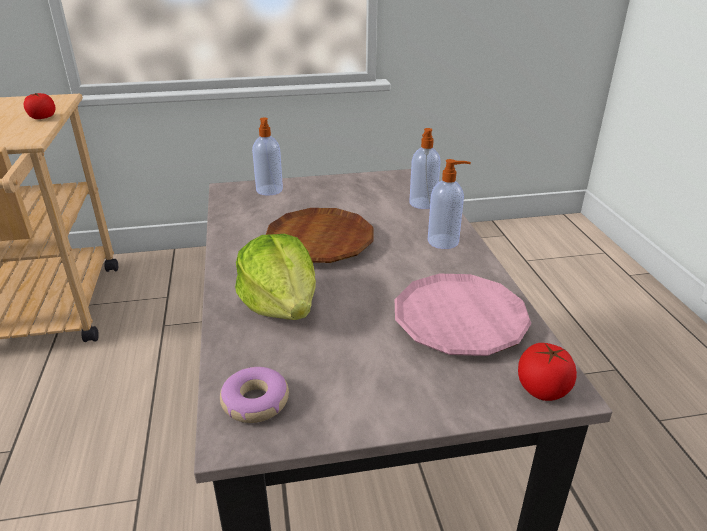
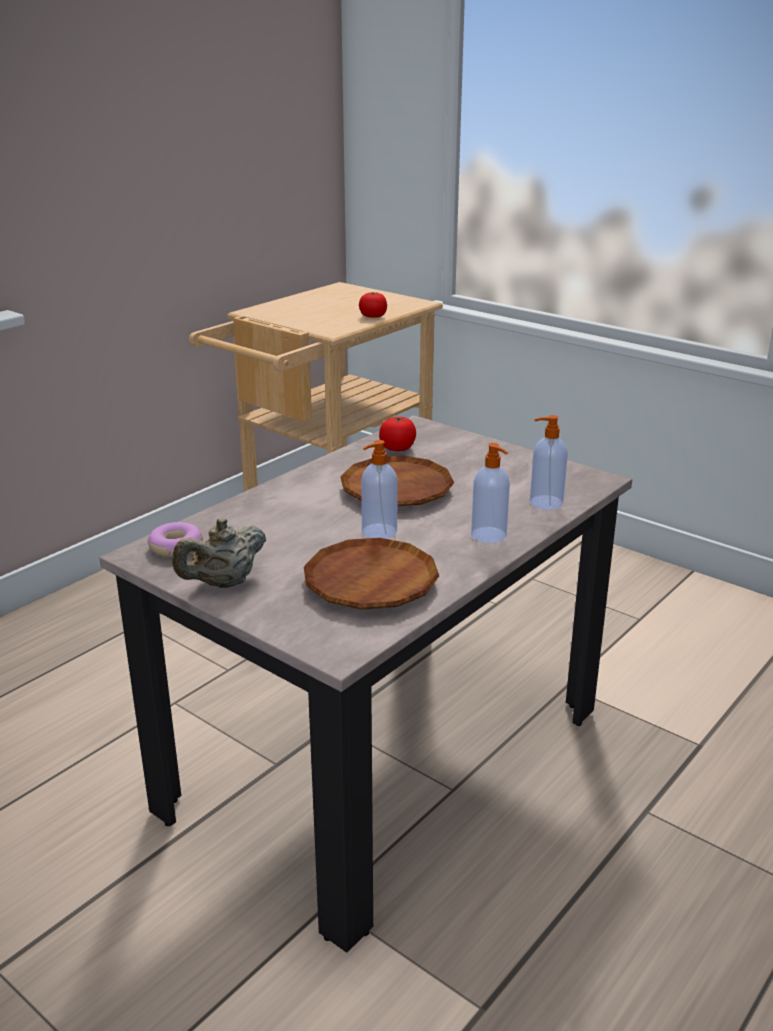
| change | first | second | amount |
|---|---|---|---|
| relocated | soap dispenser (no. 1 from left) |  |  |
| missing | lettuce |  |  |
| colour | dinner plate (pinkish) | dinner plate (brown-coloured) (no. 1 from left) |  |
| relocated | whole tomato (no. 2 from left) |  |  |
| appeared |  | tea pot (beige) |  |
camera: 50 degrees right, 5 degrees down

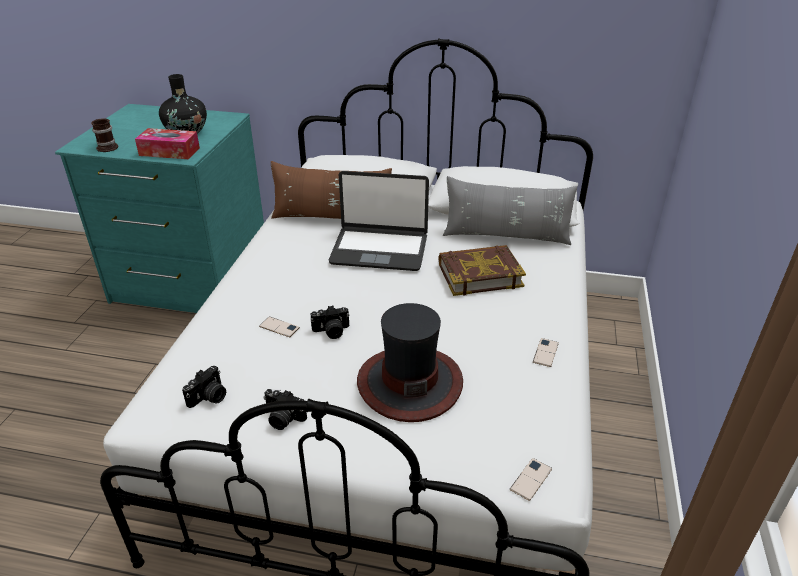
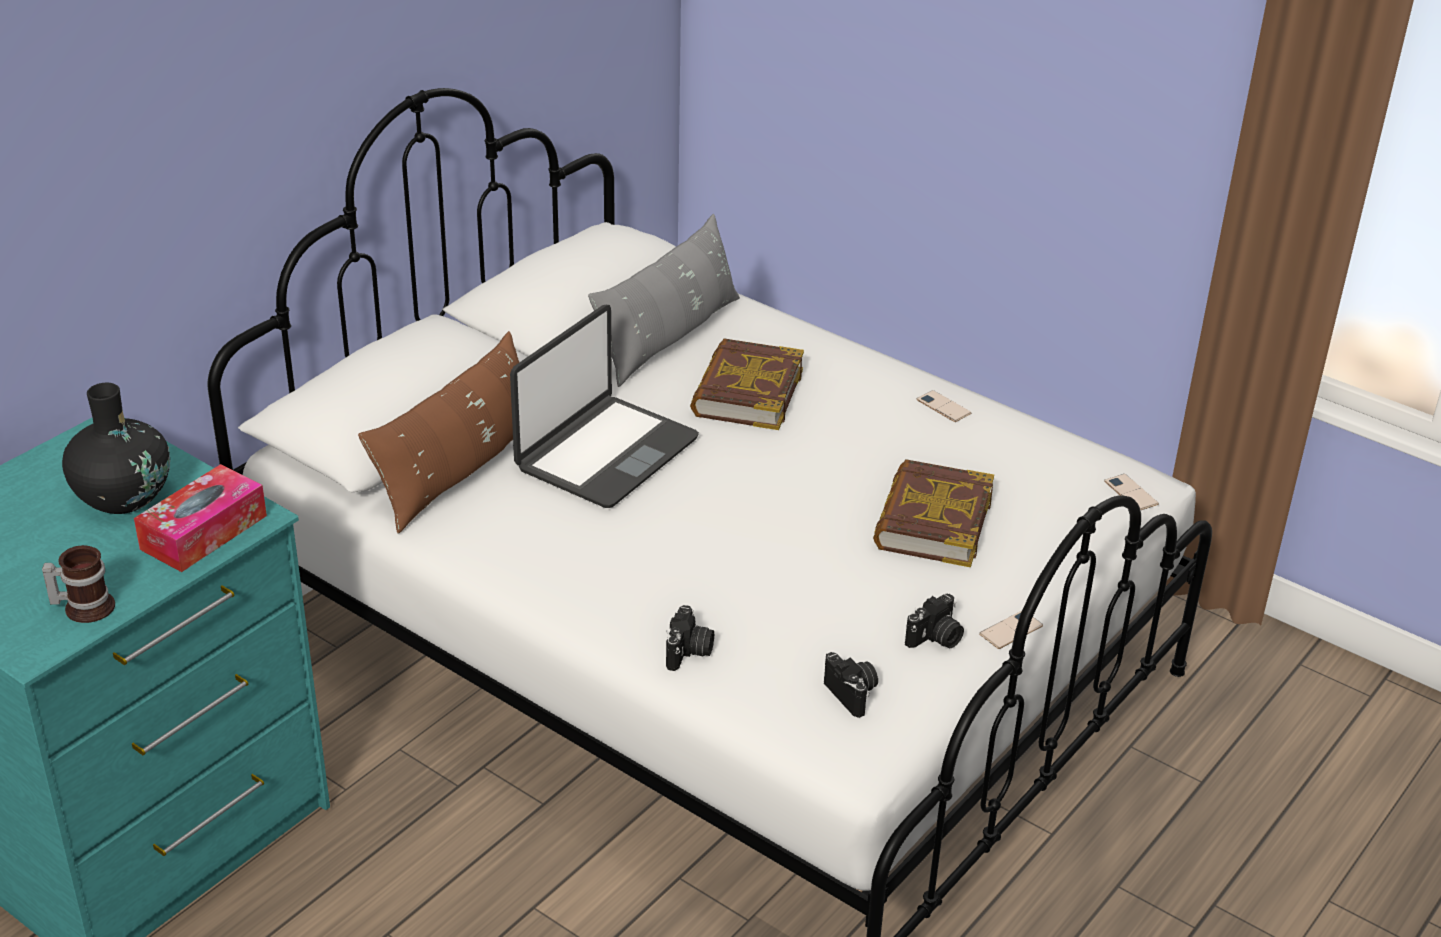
| change | first | second | amount |
|---|---|---|---|
| exchanged | wearable hat | bound book (no. 2 from left) |  |
| relocated | photo camera (no. 3 from left in the first image) | photo camera (no. 1 from left) |  |
| relocated | handset (no. 1 from left in the first image) | handset (no. 2 from left) |  |
camera: 65 degrees left, 0 degrees up

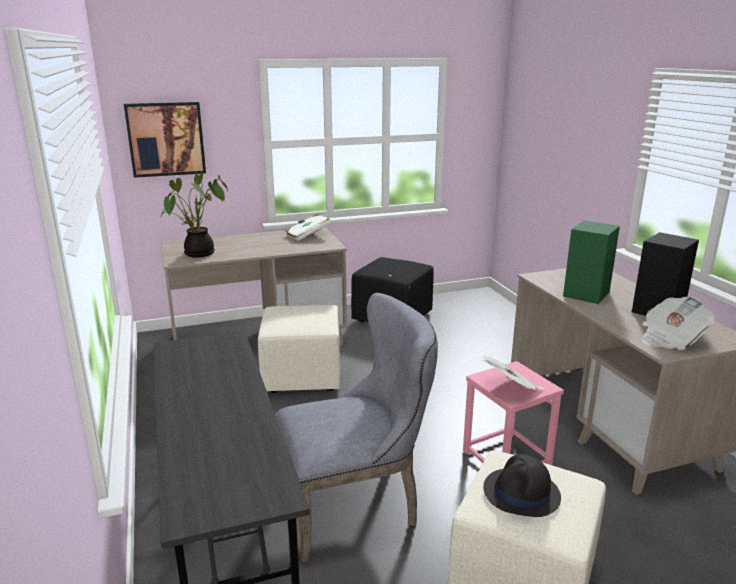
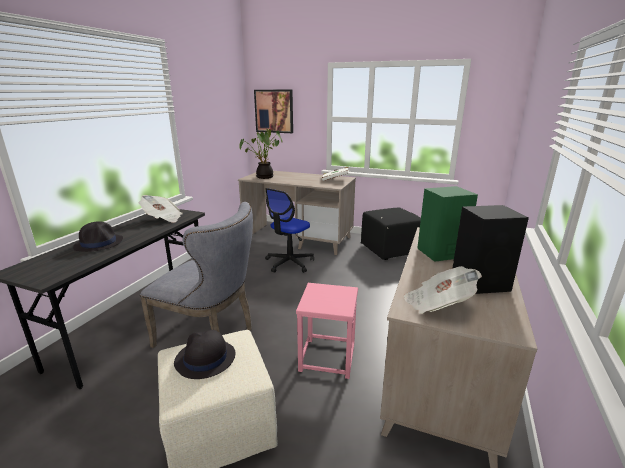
| change | first | second | amount |
|---|---|---|---|
| exchanged | pouffe (beige) (no. 1 from left) | office chair |  |
| relocated | printed paper (no. 1 from left) |  |  |
| appeared |  | wearable hat (blackish) (no. 1 from left) |  |
camera: 40 degrees right, 0 degrees up

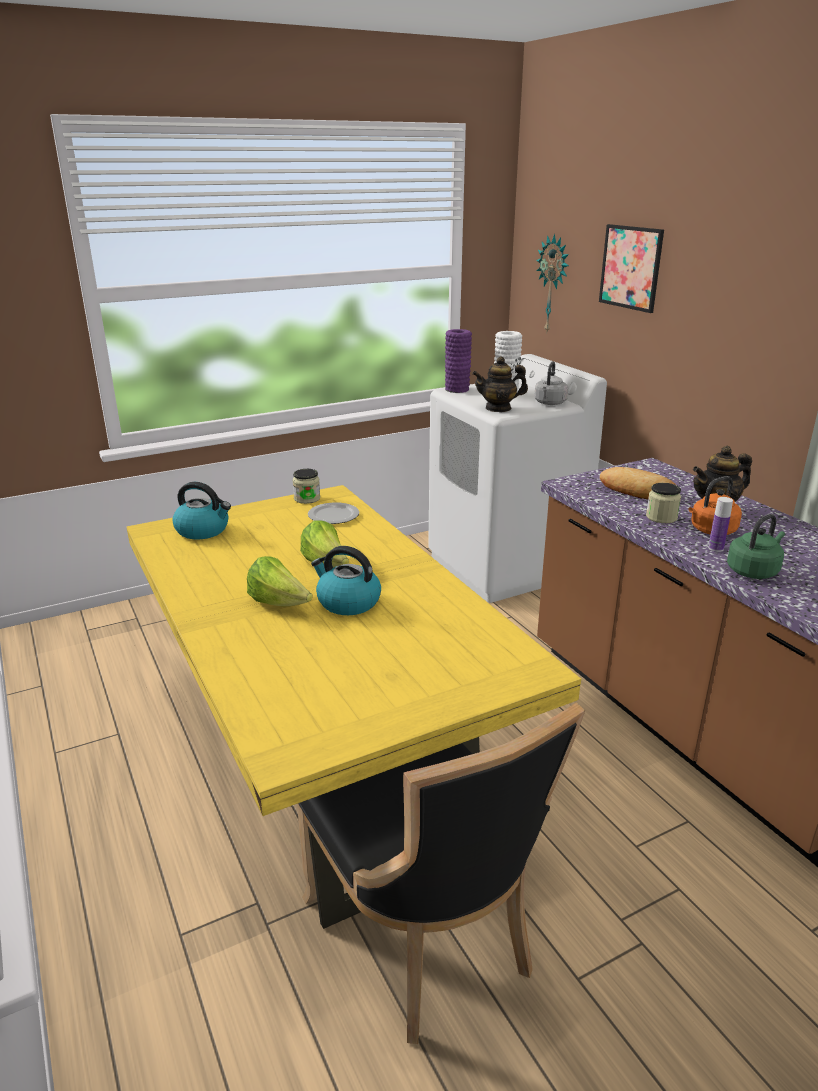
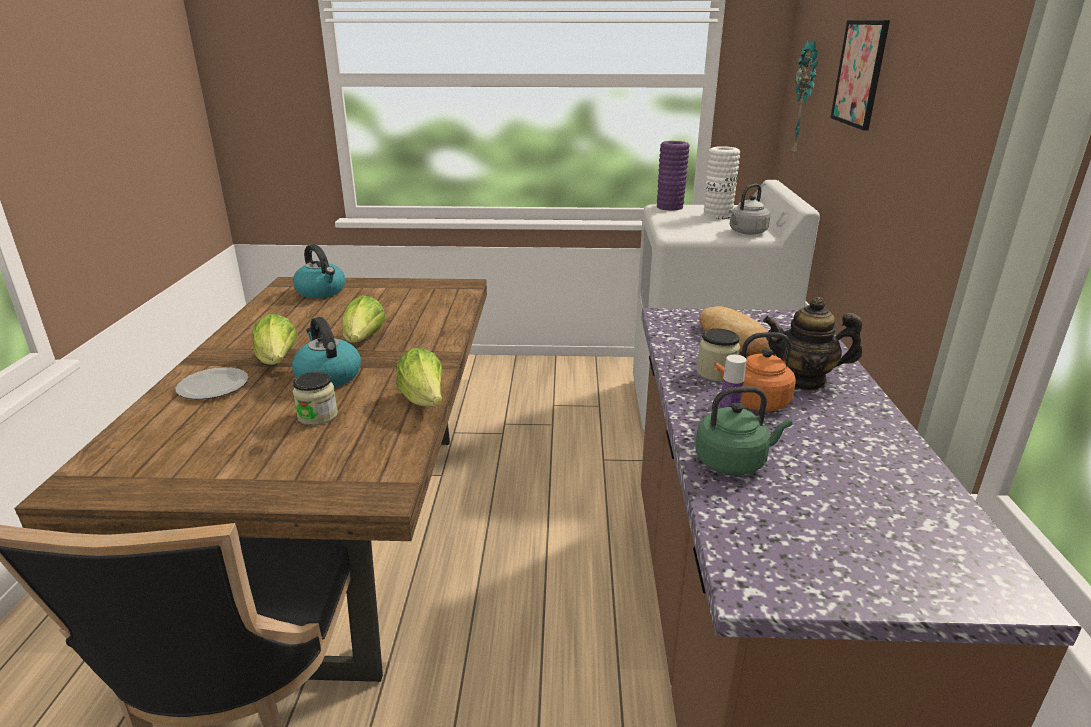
| change | first | second | amount |
|---|---|---|---|
| missing | tea pot (no. 1 from left) |  |  |
| relocated | jar (no. 1 from left) |  |  |
| colour | dining table (yellow) | dining table (brown-coloured) |  |
| relocated | dinner plate |  |  |
| appeared |  | lettuce (no. 3 from left) |  |
camera: 30 degrees right, 0 degrees up

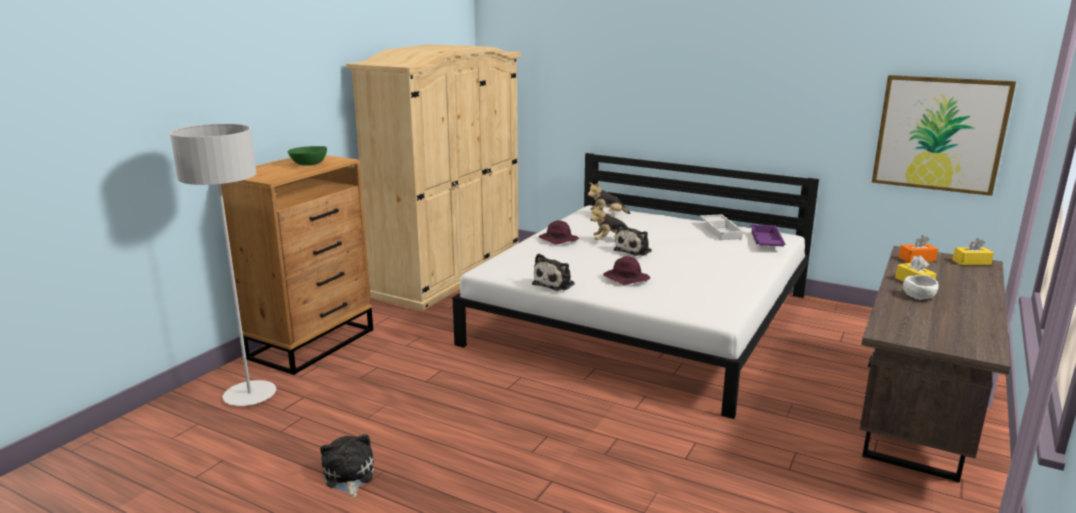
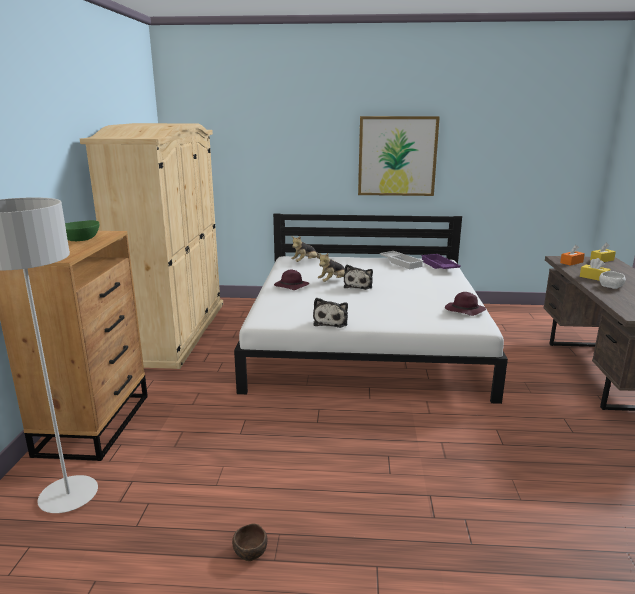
| change | first | second | amount |
|---|---|---|---|
| relocated | wall picture |  |  |
| relocated | wearable hat (purple-coloured) (no. 2 from left) |  |  |
| exchanged | cuddly toy (no. 1 from left) | bowl (brown-coloured) |  |
camera: 25 degrees left, 0 degrees up

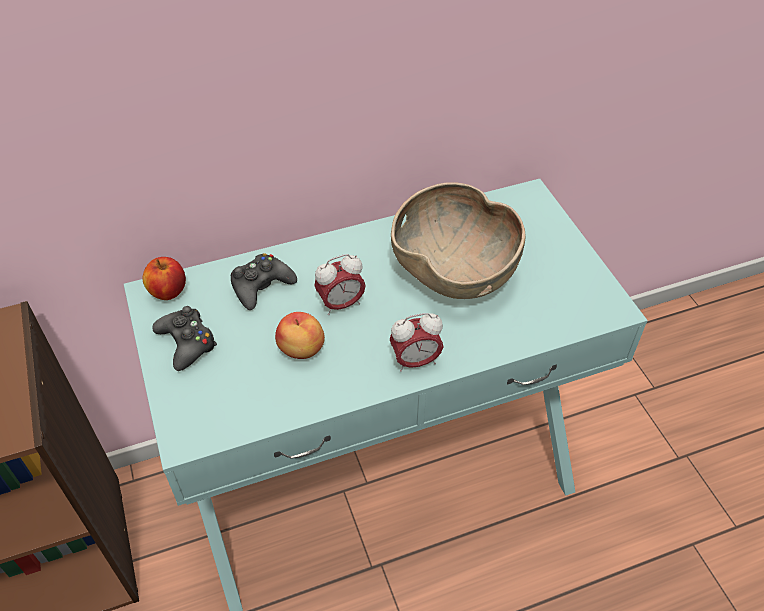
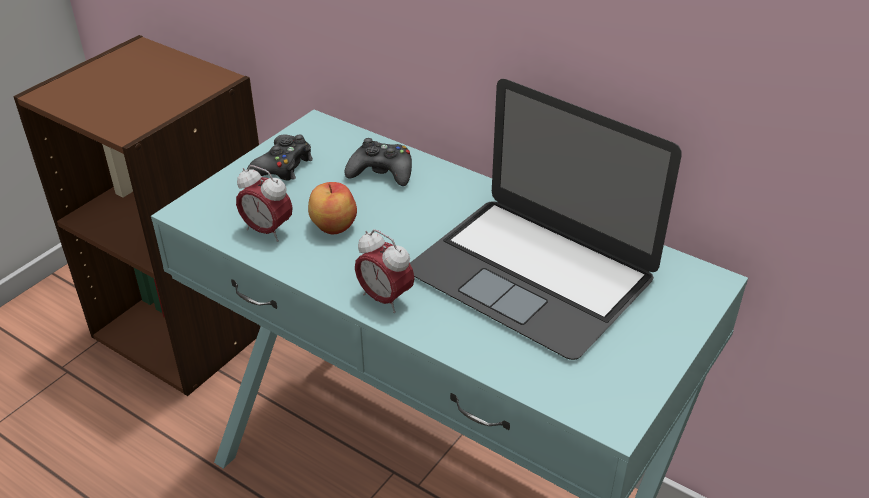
| change | first | second | amount |
|---|---|---|---|
| exchanged | bowl (brown-coloured) | notebook computer |  |
| relocated | bedside clock (no. 1 from left) |  |  |
| missing | whole apple (no. 1 from left) |  |  |
camera: 55 degrees right, 10 degrees down

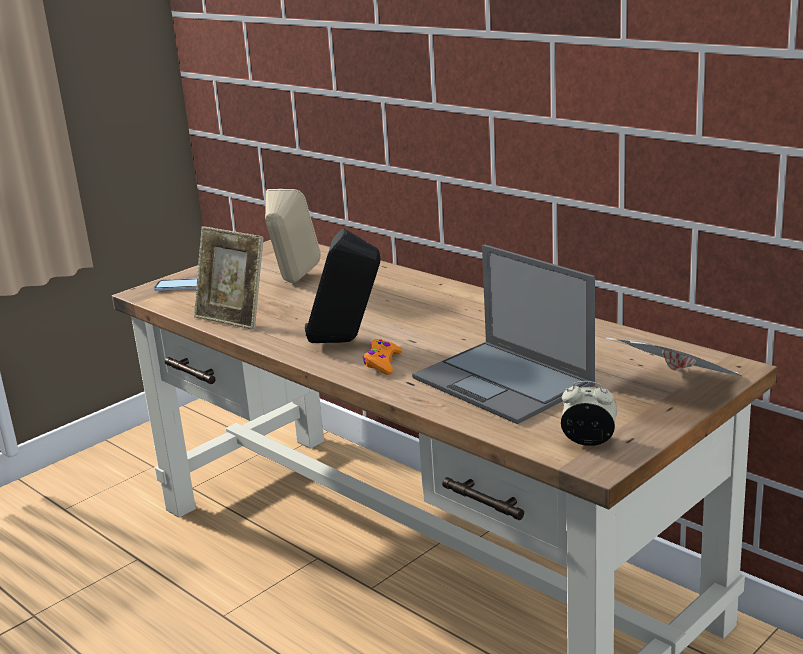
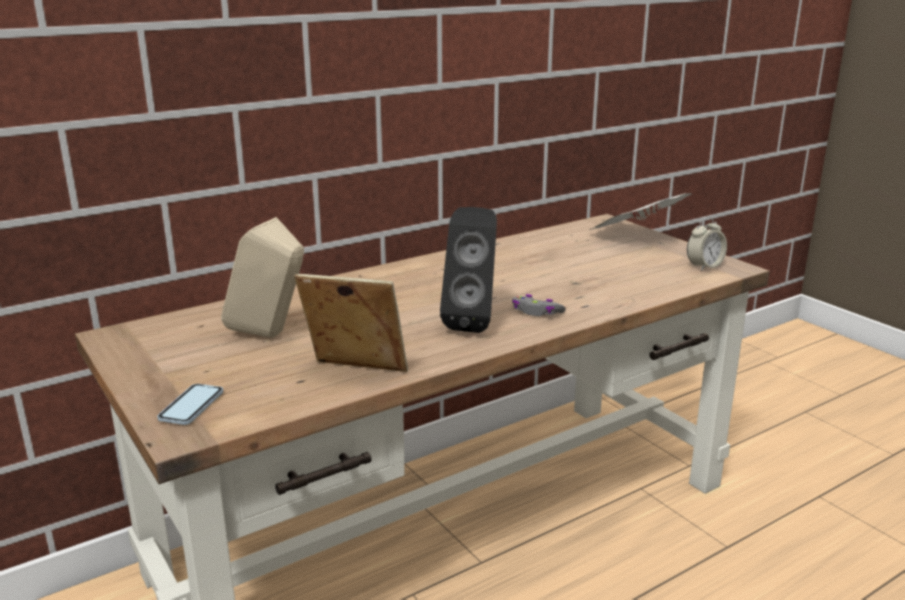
| change | first | second | amount |
|---|---|---|---|
| spun | picture frame |  | 120 degrees counterclockwise |
| missing | notebook computer |  |  |
| colour | game controller (orangey) | game controller (grey) |  |
| spun | bedside clock |  | 150 degrees counterclockwise |
camera: 80 degrees left, 0 degrees up

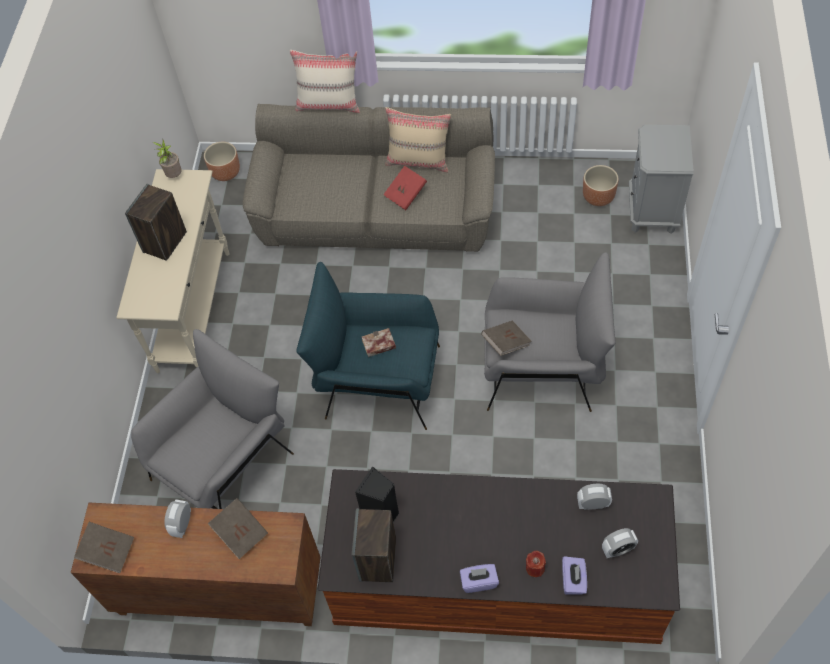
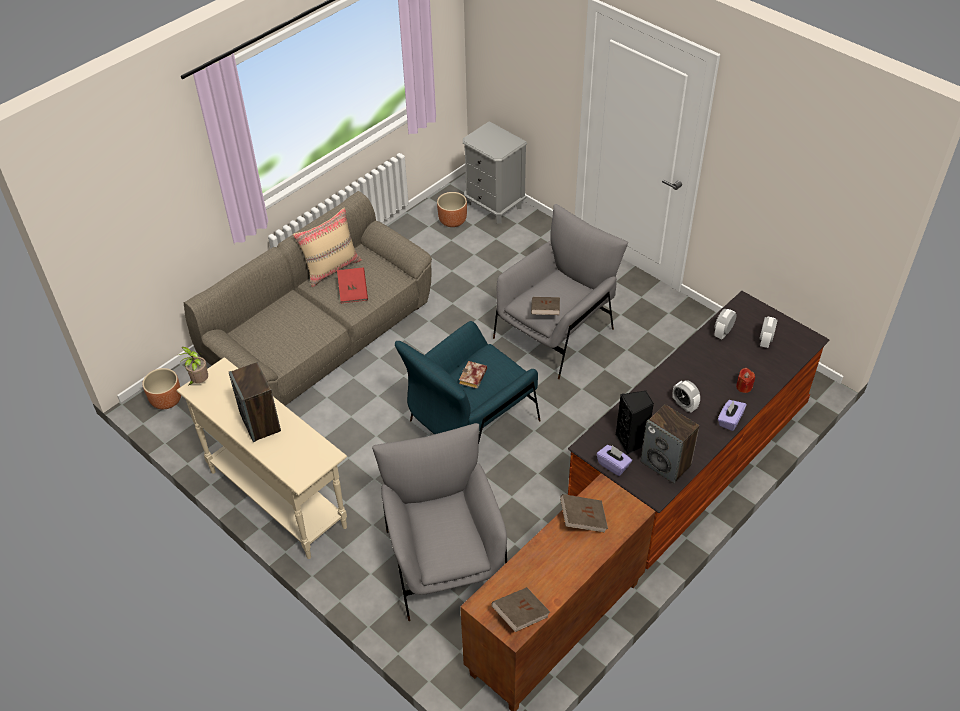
| change | first | second | amount |
|---|---|---|---|
| missing | pillow (beige) (no. 1 from left) |  |  |
| relocated | bedside clock (no. 1 from left) |  |  |
| relocated | tissue box (purple-coloured) (no. 2 from left in the first image) | tissue box (purple-coloured) (no. 1 from left) |  |
camera: 55 degrees left, 10 degrees down

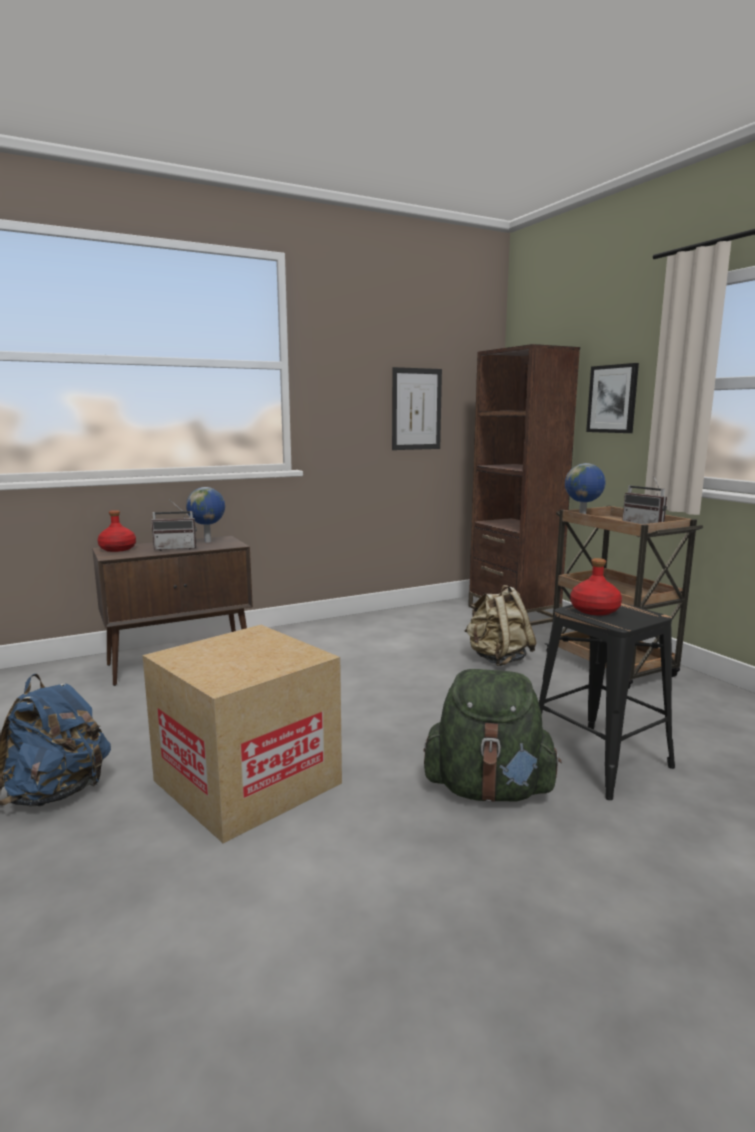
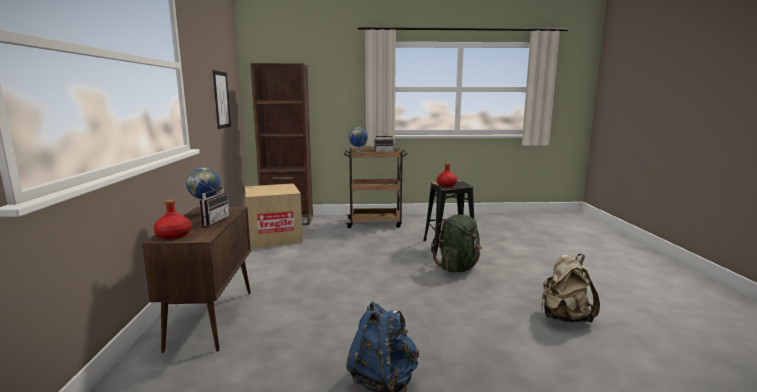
| change | first | second | amount |
|---|---|---|---|
| missing | wall picture (no. 2 from left) |  |  |
| relocated | rucksack (beige) |  |  |
| relocated | cardboard box |  |  |
camera: 65 degrees left, 0 degrees up

